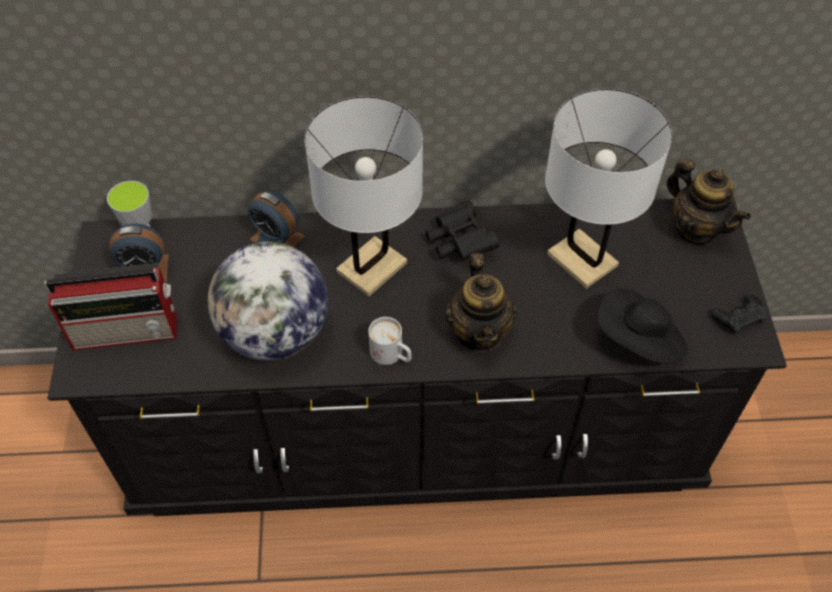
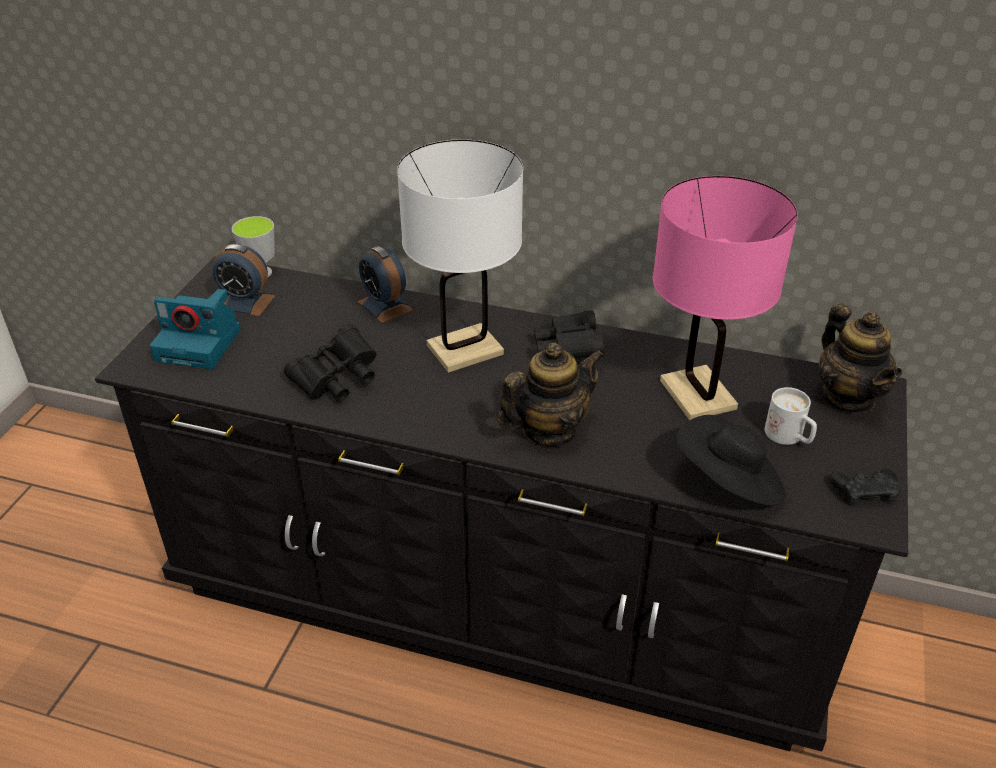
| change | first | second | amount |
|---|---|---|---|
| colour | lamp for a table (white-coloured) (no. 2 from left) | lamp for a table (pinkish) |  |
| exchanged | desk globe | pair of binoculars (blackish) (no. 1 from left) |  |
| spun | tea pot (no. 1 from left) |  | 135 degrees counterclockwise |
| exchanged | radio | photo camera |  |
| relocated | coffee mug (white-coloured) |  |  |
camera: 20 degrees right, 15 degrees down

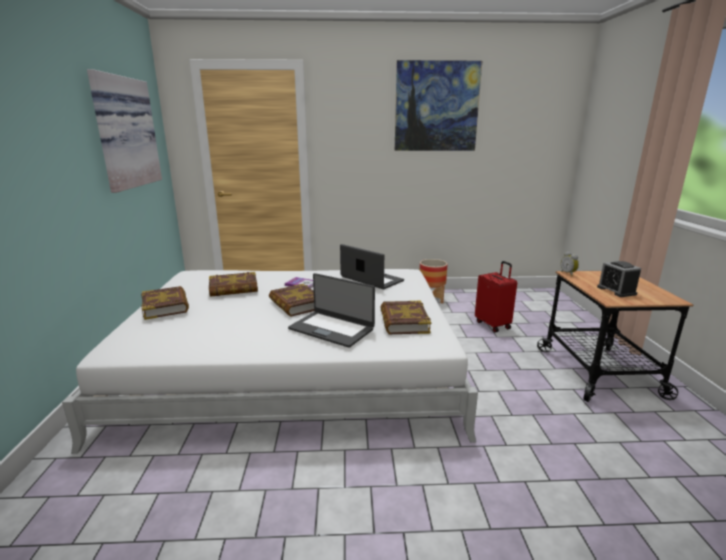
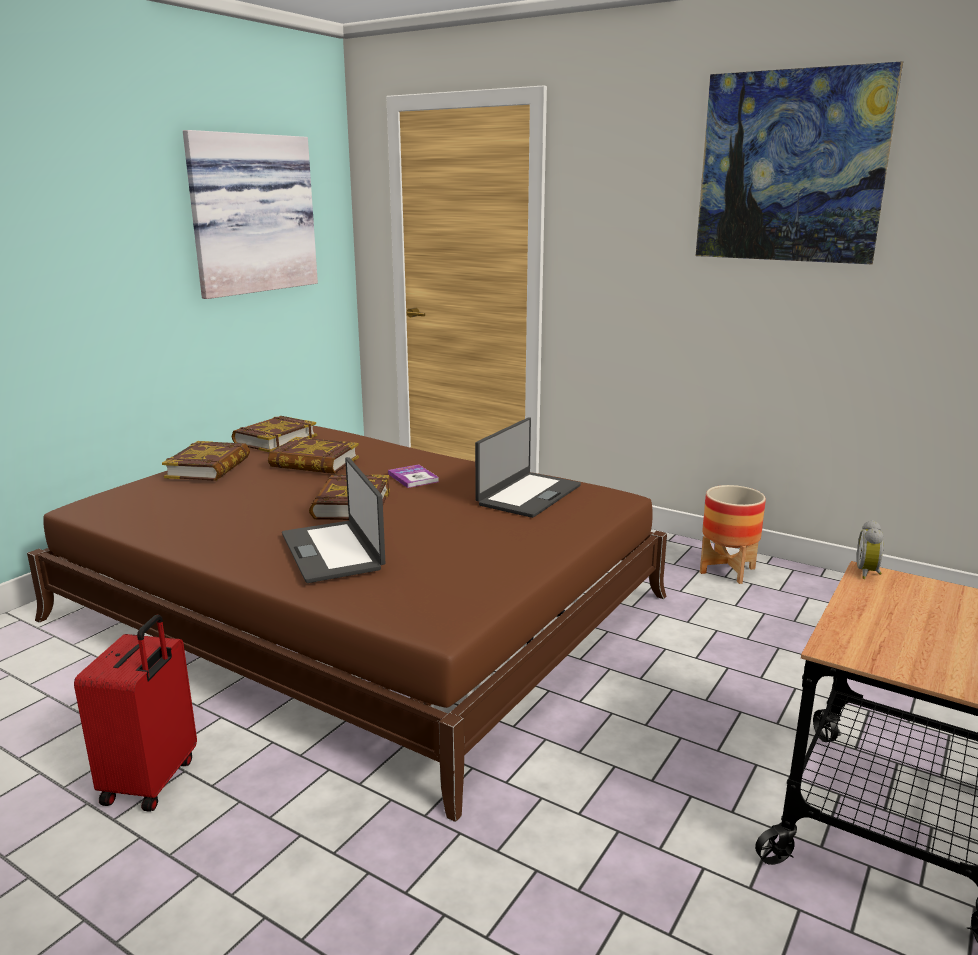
| change | first | second | amount |
|---|---|---|---|
| spun | notebook computer (no. 2 from left) |  | 45 degrees clockwise |
| relocated | travel case (reddish) |  |  |
| missing | bedside clock (no. 2 from left) |  |  |
| colour | bed (white-coloured) | bed (brown-coloured) |  |
| relocated | bound book (no. 5 from left in the first image) | bound book (no. 2 from left) |  |
camera: 35 degrees right, 0 degrees up

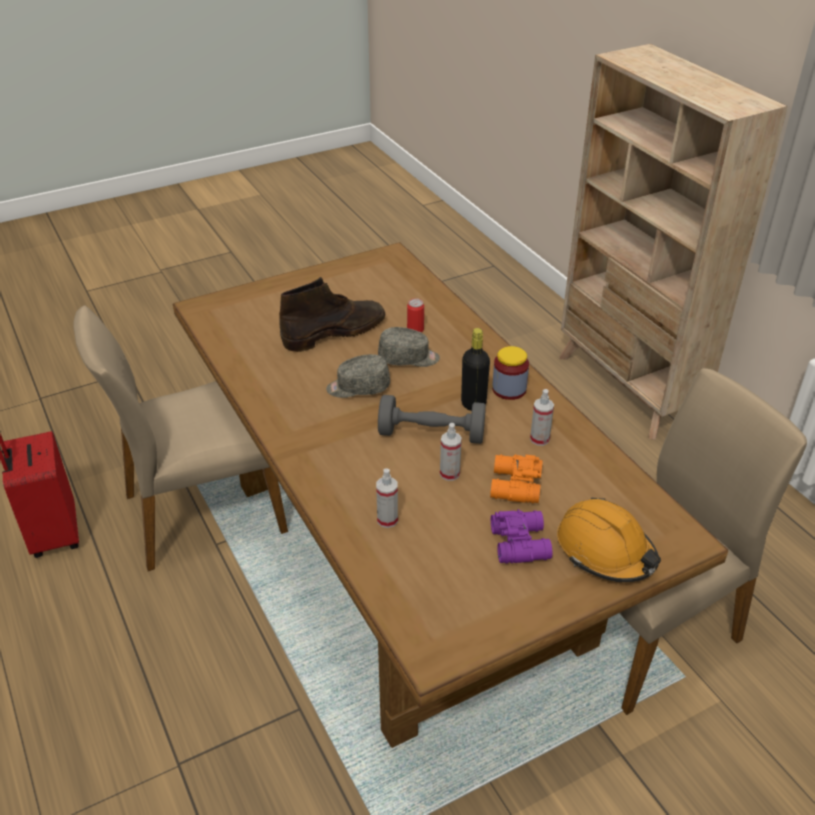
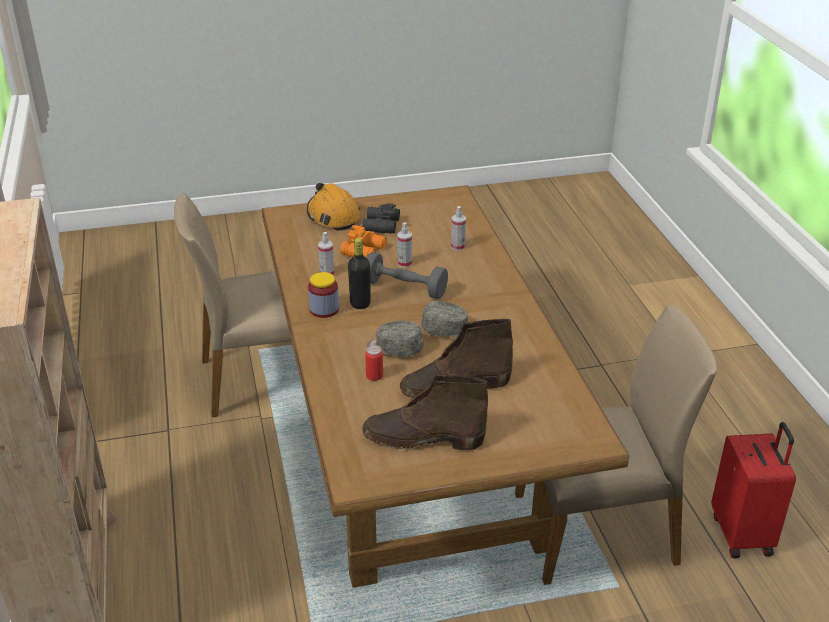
| change | first | second | amount |
|---|---|---|---|
| colour | pair of binoculars (purple-coloured) | pair of binoculars (blackish) |  |
| appeared |  | high-top boot (brown-coloured) (no. 1 from left) |  |
camera: 165 degrees left, 5 degrees down

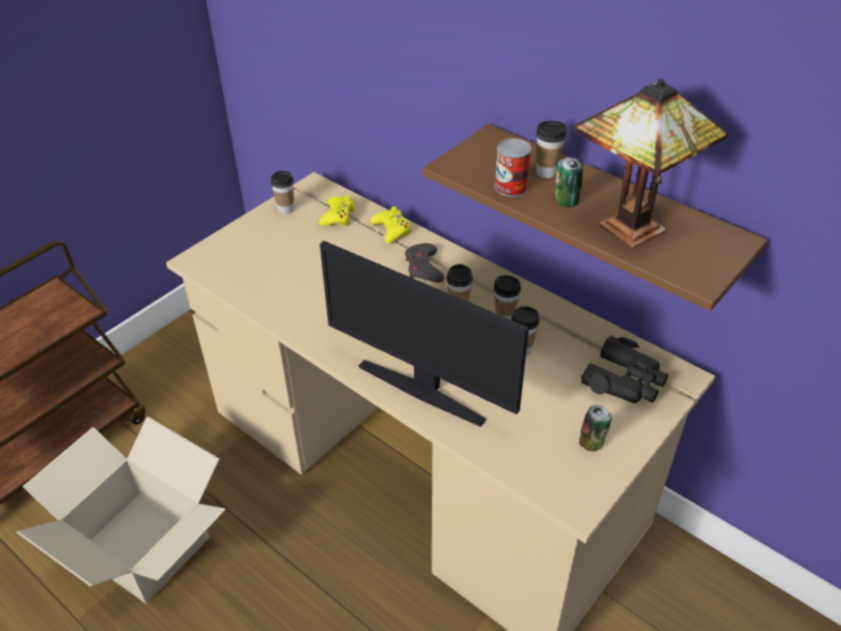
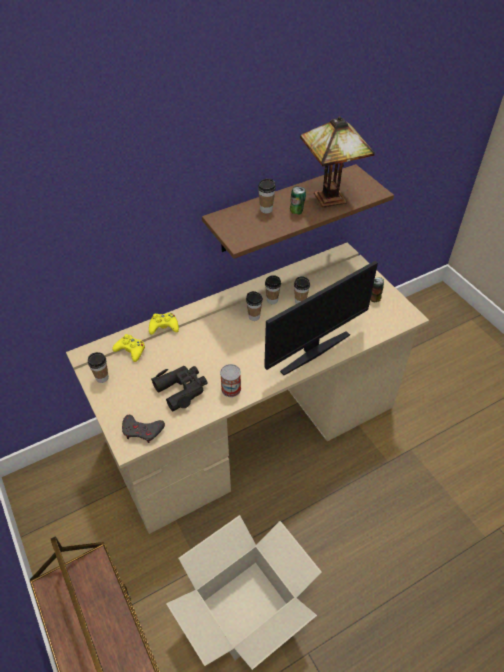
| change | first | second | amount |
|---|---|---|---|
| relocated | sealed can (no. 1 from left) |  |  |
| relocated | game controller (grey) |  |  |
| relocated | pair of binoculars (blackish) |  |  |
camera: 70 degrees left, 5 degrees up

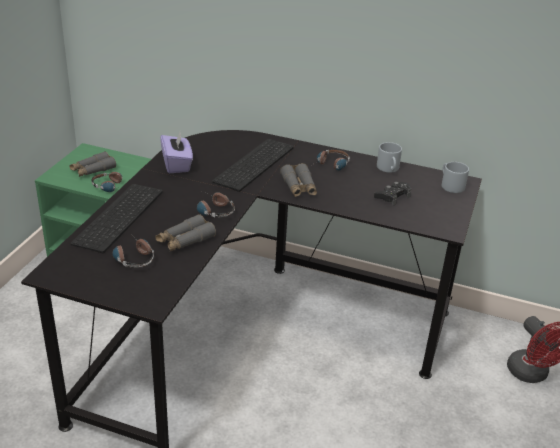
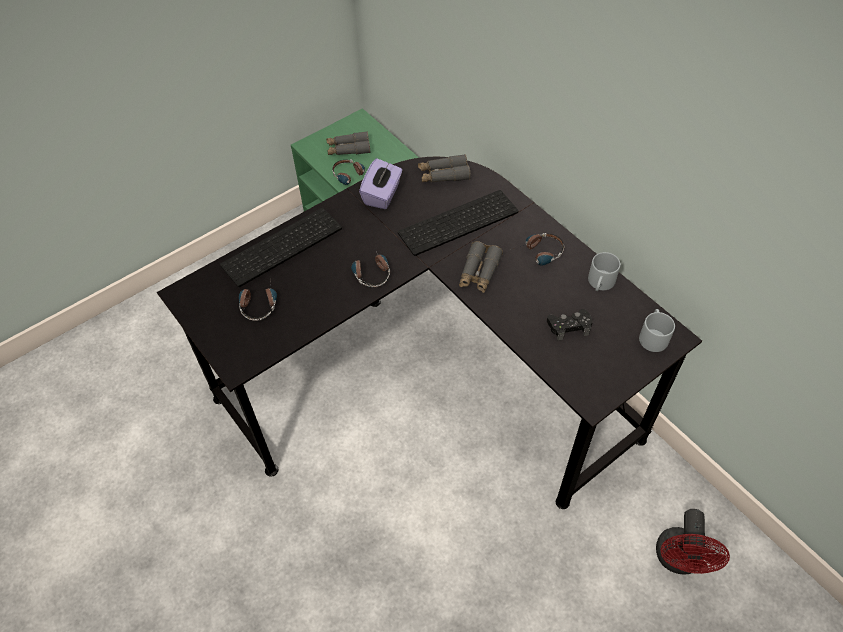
| change | first | second | amount |
|---|---|---|---|
| relocated | pair of binoculars (grey) (no. 2 from left) |  |  |
camera: 35 degrees right, 20 degrees up

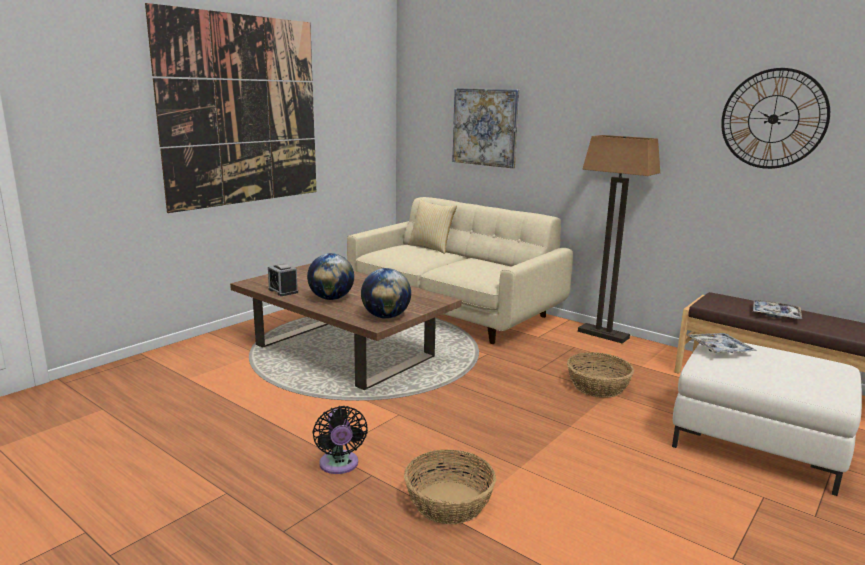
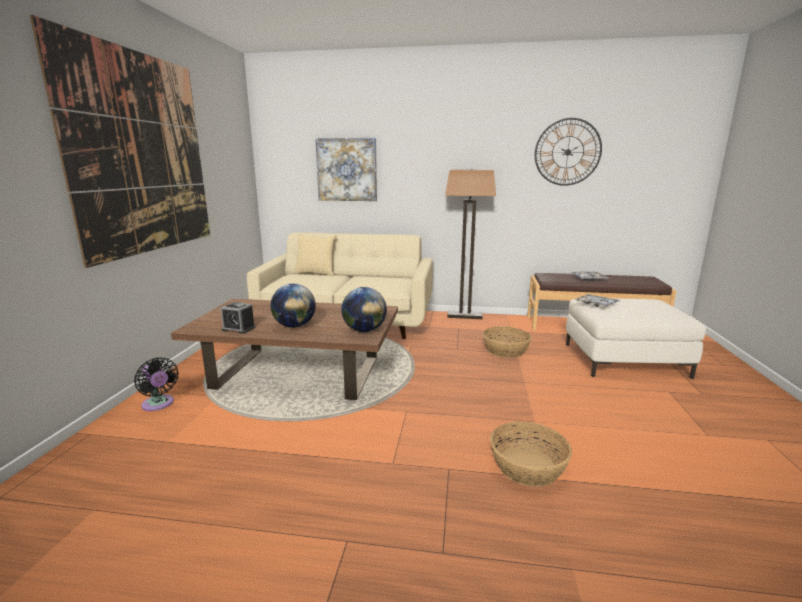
| change | first | second | amount |
|---|---|---|---|
| relocated | electric fan (blackish) |  |  |
camera: 30 degrees left, 0 degrees up

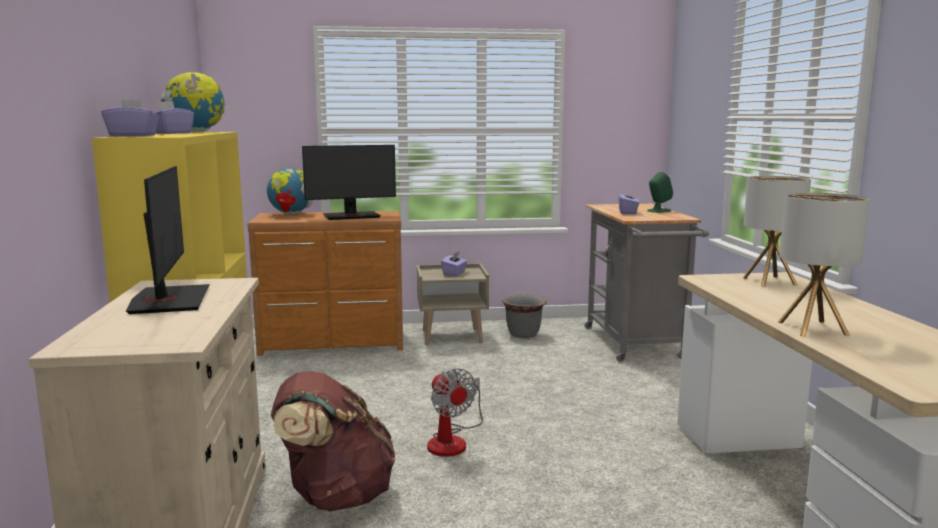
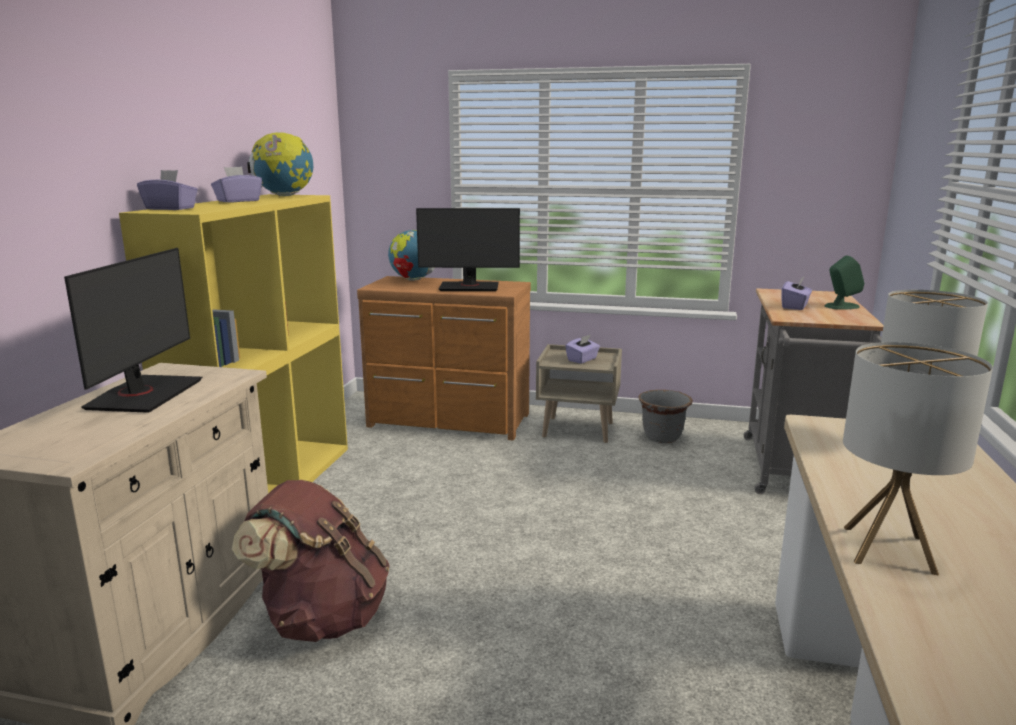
| change | first | second | amount |
|---|---|---|---|
| missing | electric fan |  |  |
camera: 20 degrees right, 5 degrees up

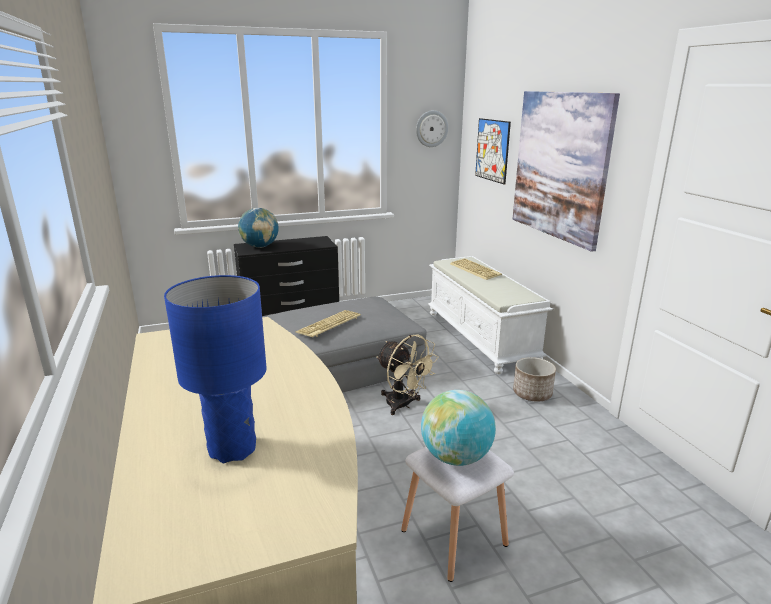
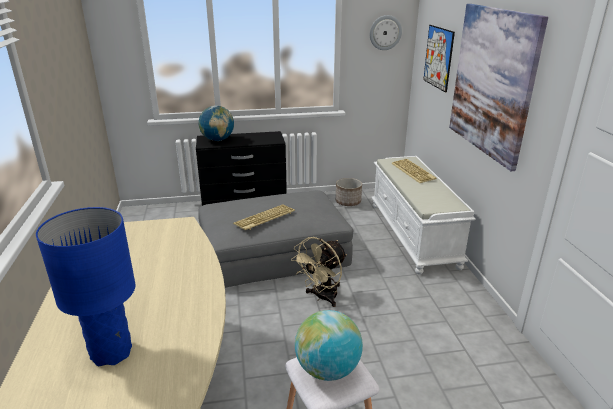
| change | first | second | amount |
|---|---|---|---|
| spun | electric fan (beige) |  | 75 degrees clockwise |
| relocated | plant pot |  |  |
camera: 10 degrees right, 5 degrees up

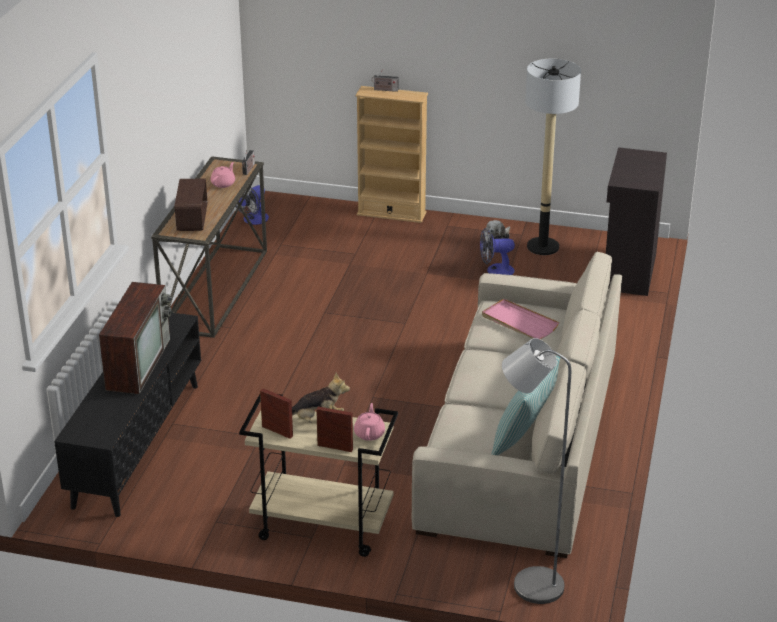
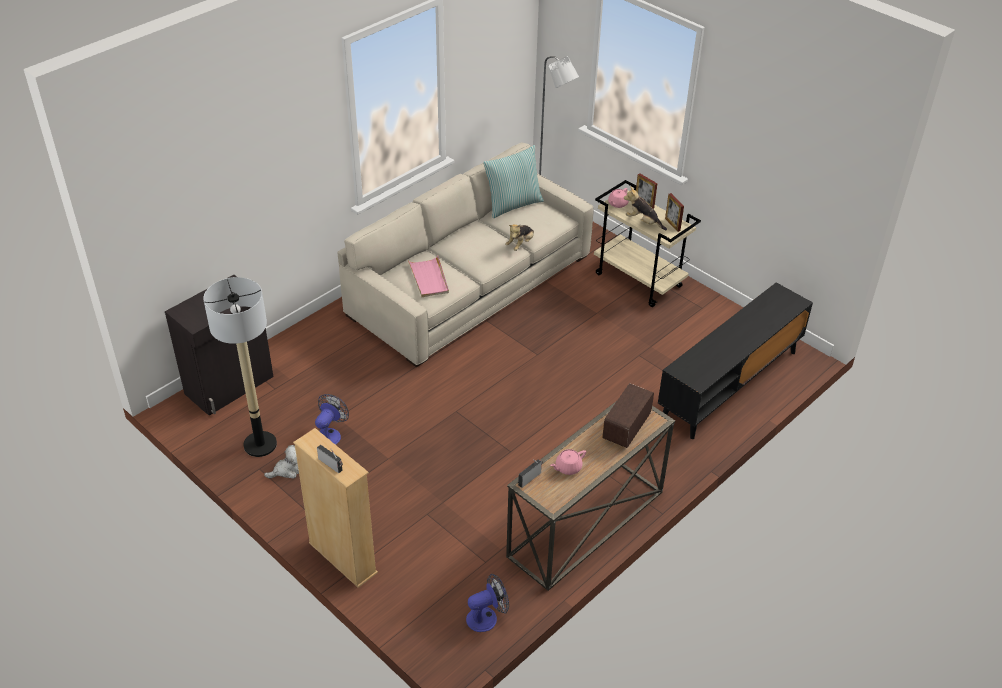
| change | first | second | amount |
|---|---|---|---|
| spun | electric fan (no. 2 from left in the first image) | electric fan (no. 1 from left) | 90 degrees counterclockwise |
| missing | TV |  |  |
| appeared |  | cuddly toy (no. 2 from left) |  |
camera: 150 degrees left, 10 degrees up

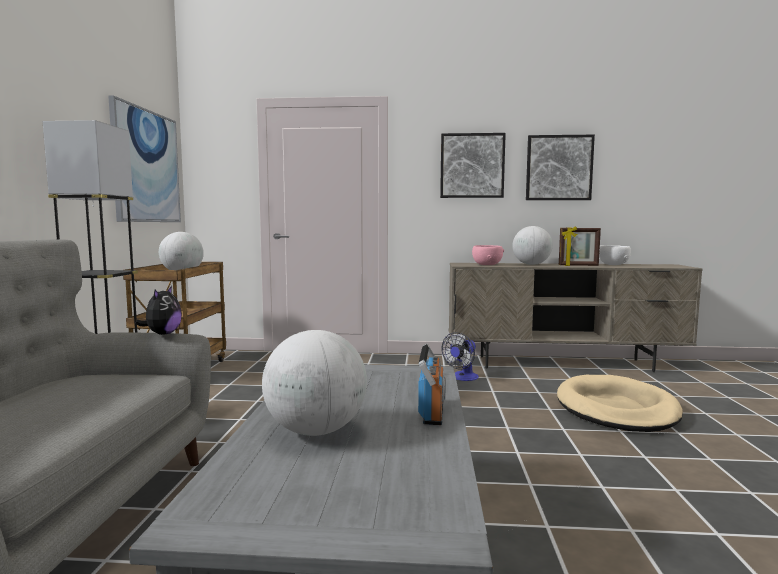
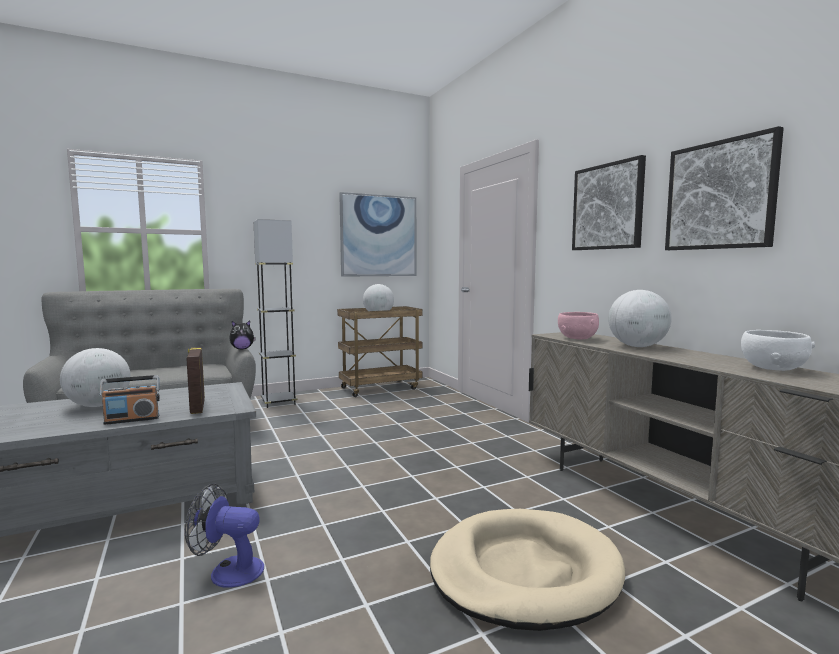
| change | first | second | amount |
|---|---|---|---|
| relocated | picture frame |  |  |
| relocated | electric fan |  |  |
camera: 60 degrees right, 0 degrees up

